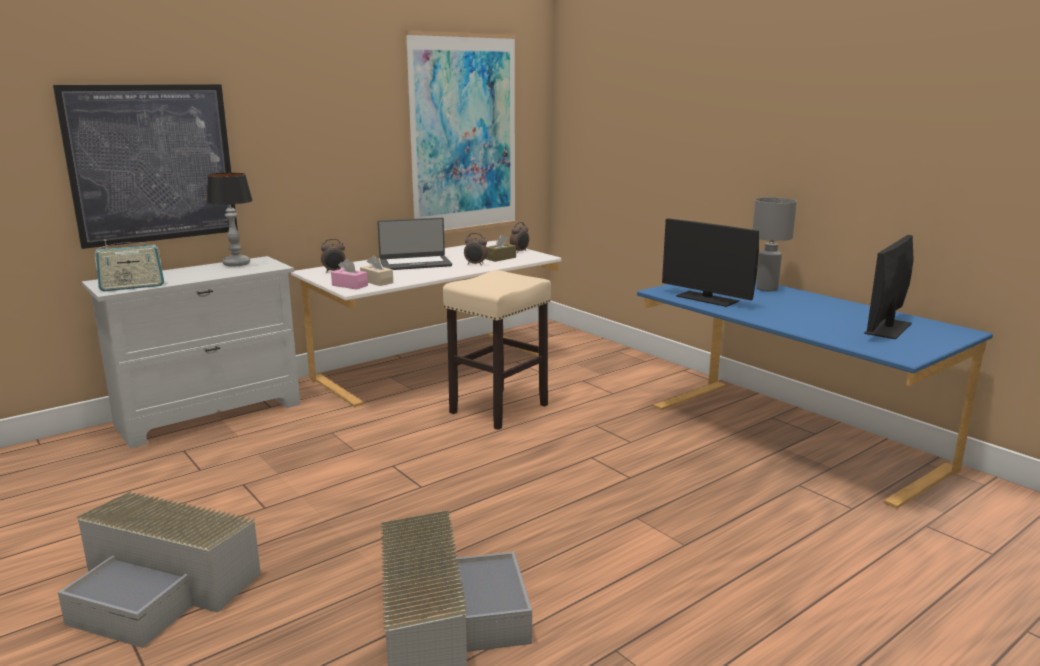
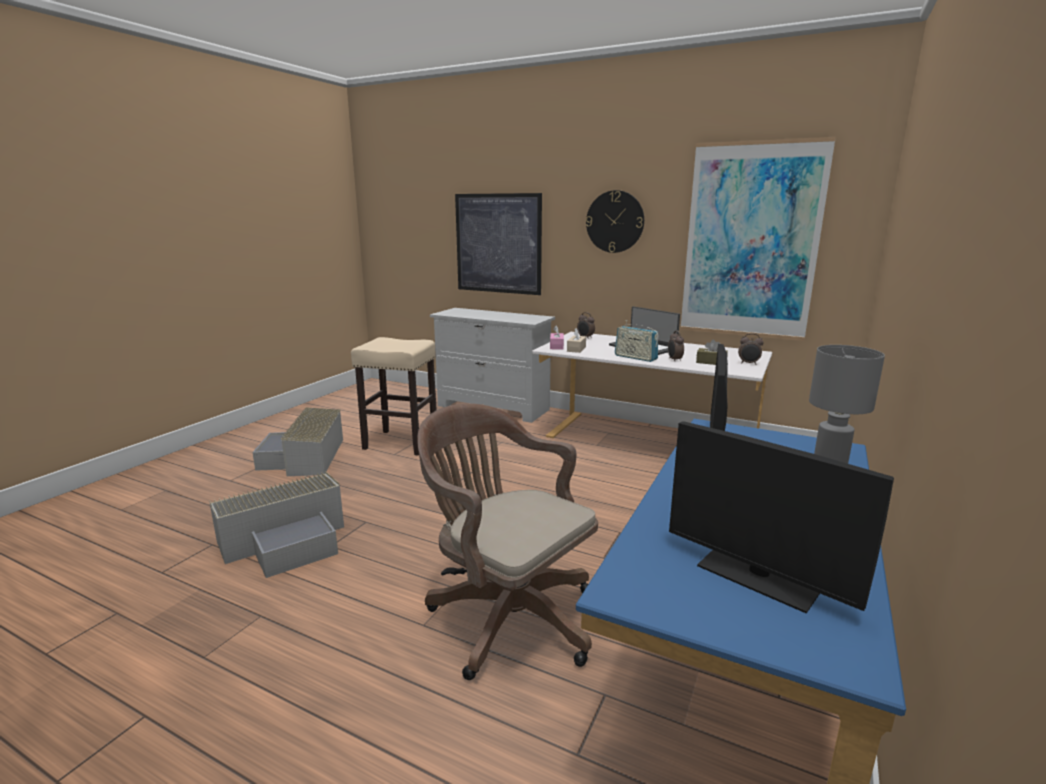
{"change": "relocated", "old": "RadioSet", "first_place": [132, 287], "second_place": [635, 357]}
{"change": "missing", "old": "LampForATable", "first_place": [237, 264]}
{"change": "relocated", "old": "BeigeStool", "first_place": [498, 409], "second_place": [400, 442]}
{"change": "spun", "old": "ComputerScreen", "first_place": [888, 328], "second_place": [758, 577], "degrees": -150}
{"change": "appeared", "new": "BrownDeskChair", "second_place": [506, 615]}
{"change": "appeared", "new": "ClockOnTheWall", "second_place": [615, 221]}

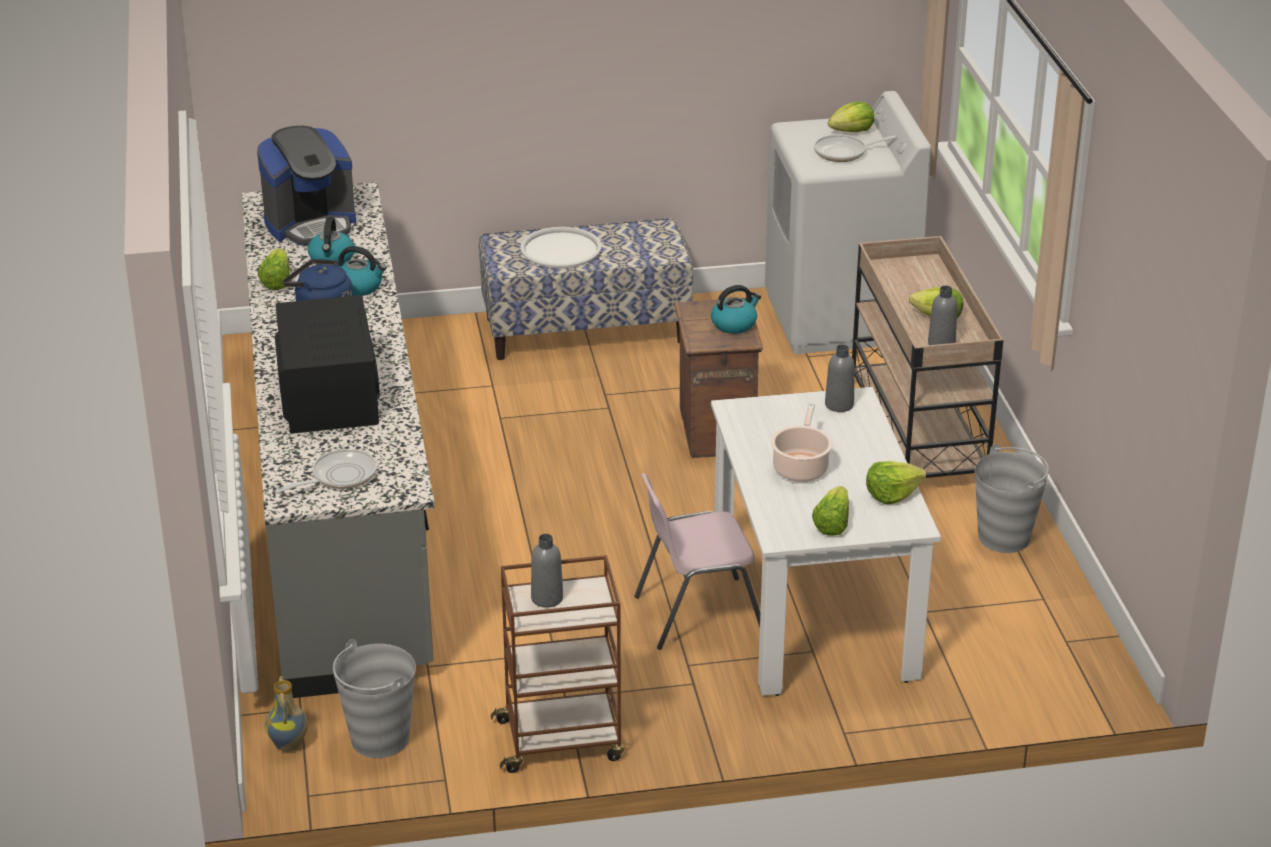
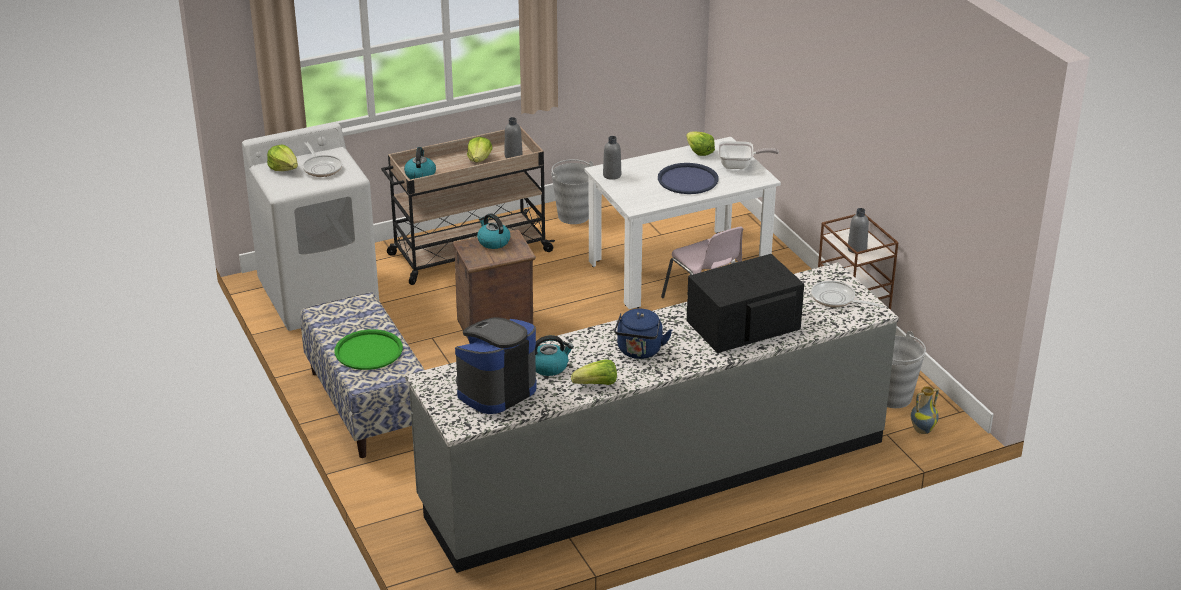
{"change": "spun", "old": "CoffeeMachine", "first_place": [311, 224], "second_place": [495, 390], "degrees": -90}
{"change": "relocated", "old": "TeaKettle", "first_place": [360, 287], "second_place": [420, 175]}
{"change": "colour", "old": "WhitishTray", "new": "GreenTray", "first_place": [560, 249], "second_place": [369, 351]}
{"change": "exchanged", "old": "CookingPot", "new": "BluishTray", "first_place": [801, 467], "second_place": [687, 180]}
{"change": "exchanged", "old": "Lettuce", "new": "Skillet", "first_place": [832, 523], "second_place": [739, 165]}

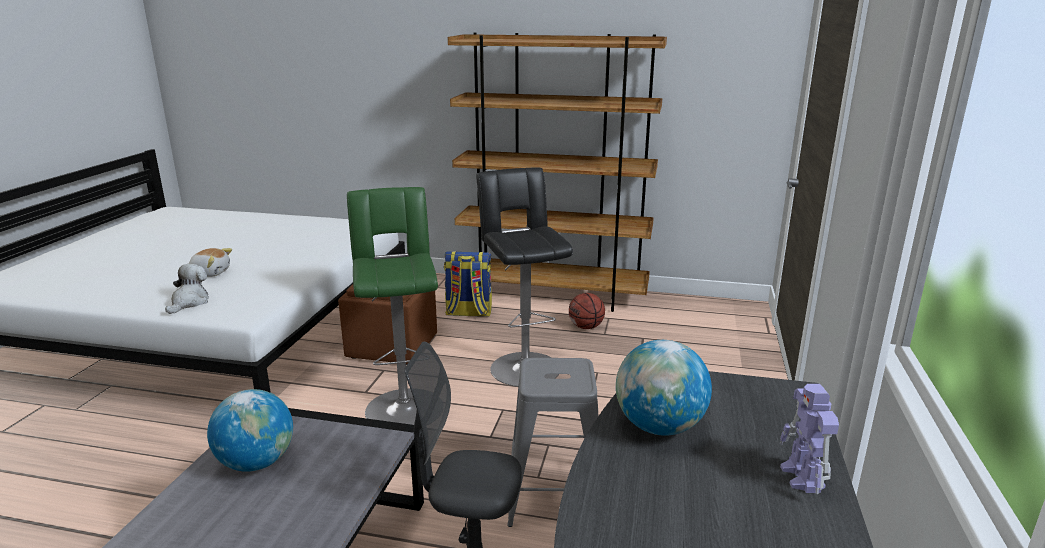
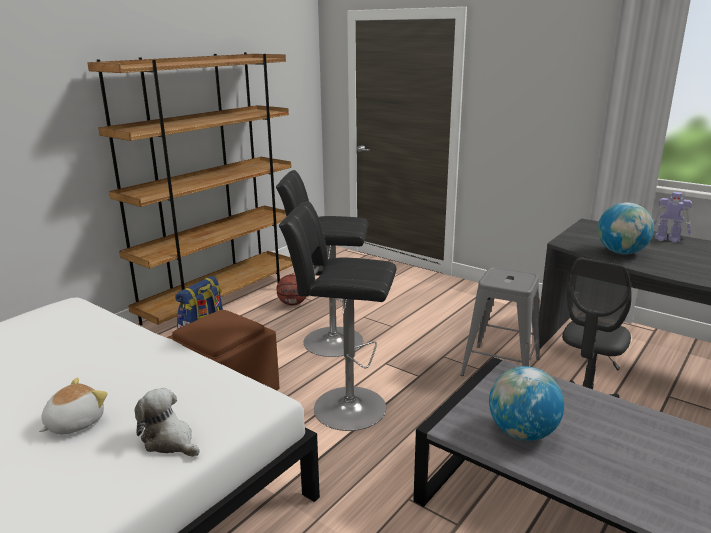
{"change": "colour", "old": "GreenStool", "new": "BlackStool", "first_place": [403, 406], "second_place": [344, 407]}

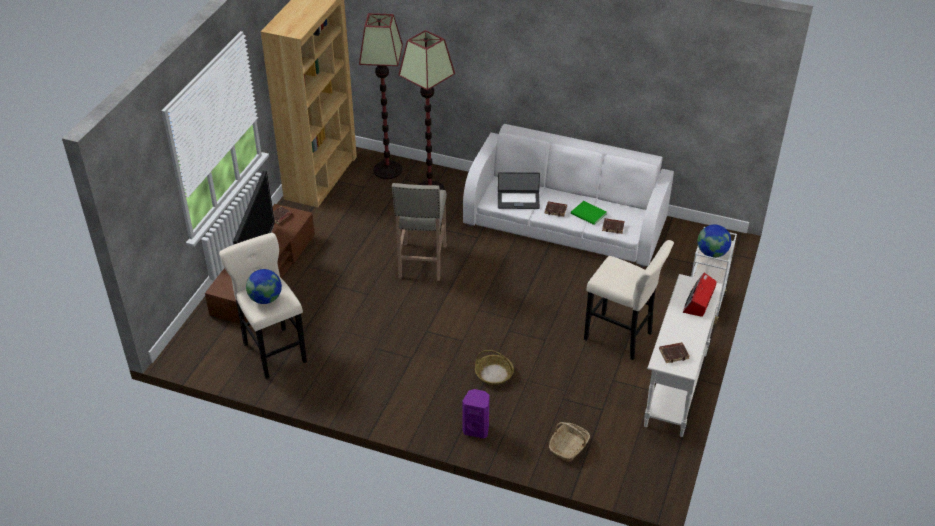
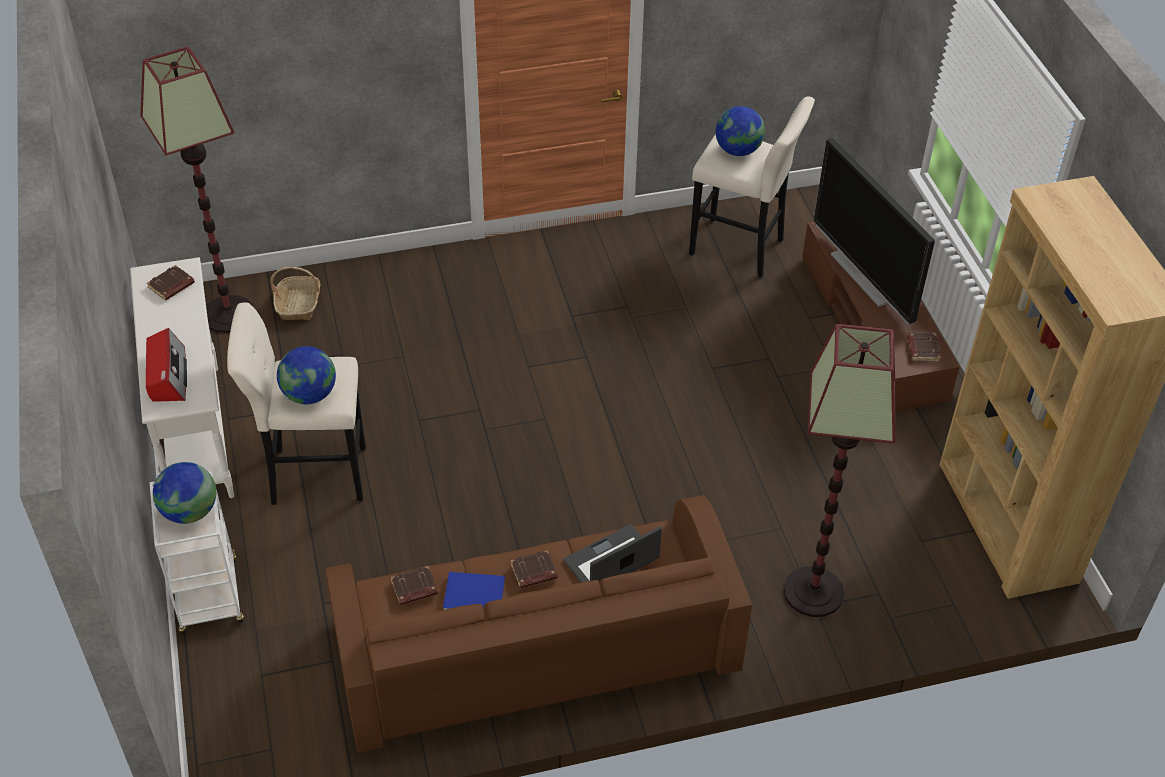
{"change": "relocated", "old": "StandardLamp", "first_place": [388, 170], "second_place": [228, 315]}
{"change": "missing", "old": "BeigeStool", "first_place": [421, 262]}
{"change": "missing", "old": "PurpleColouredLoudspeaker", "first_place": [476, 429]}
{"change": "colour", "old": "WhitishSofa", "new": "BrownSofa", "first_place": [566, 222], "second_place": [534, 649]}
{"change": "missing", "old": "HouseholdBasket", "first_place": [493, 374]}
{"change": "colour", "old": "GreenBook", "new": "BluishBook", "first_place": [588, 214], "second_place": [472, 593]}
{"change": "appeared", "new": "WorldGlobe", "second_place": [309, 395]}

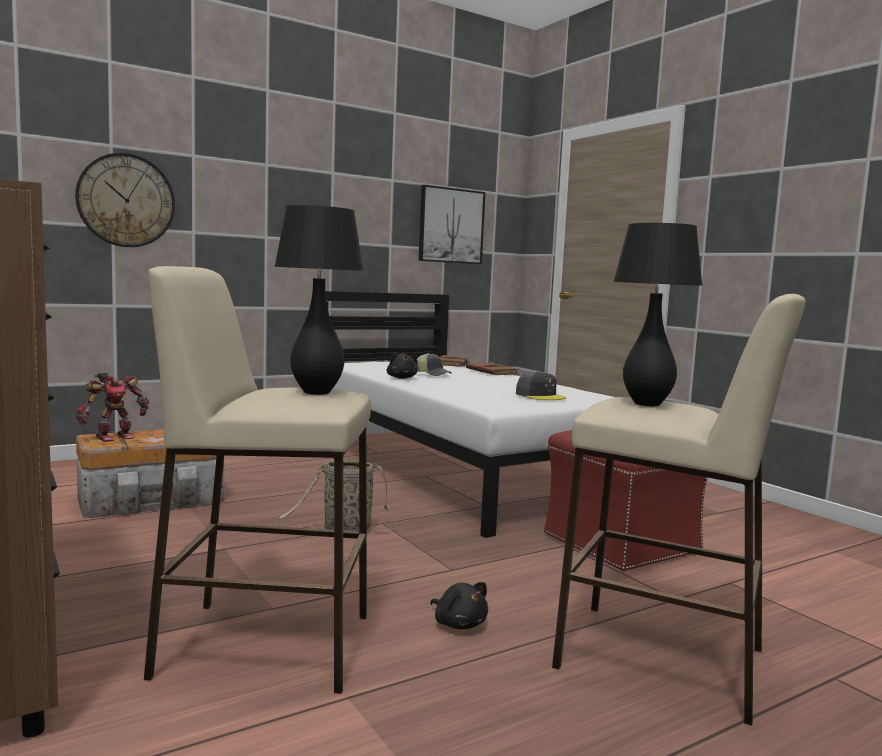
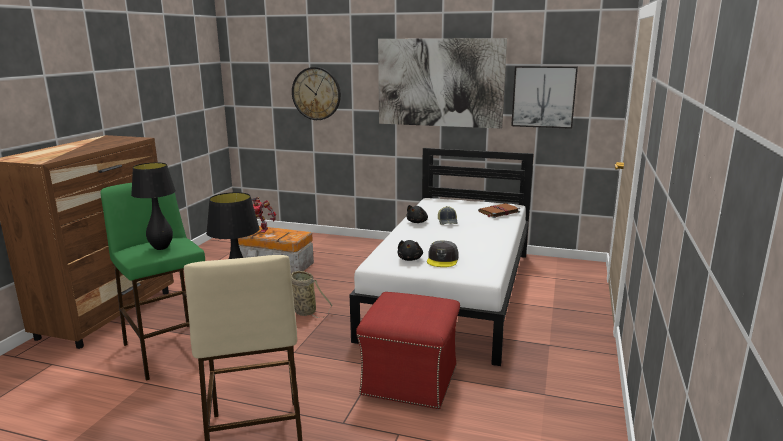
{"change": "colour", "old": "BeigeStool", "new": "GreenStool", "first_place": [264, 644], "second_place": [169, 350]}
{"change": "relocated", "old": "BlackCuddlyToy", "first_place": [459, 624], "second_place": [410, 259]}
{"change": "missing", "old": "BrownBook", "first_place": [493, 371]}
{"change": "appeared", "new": "Picture", "second_place": [440, 82]}

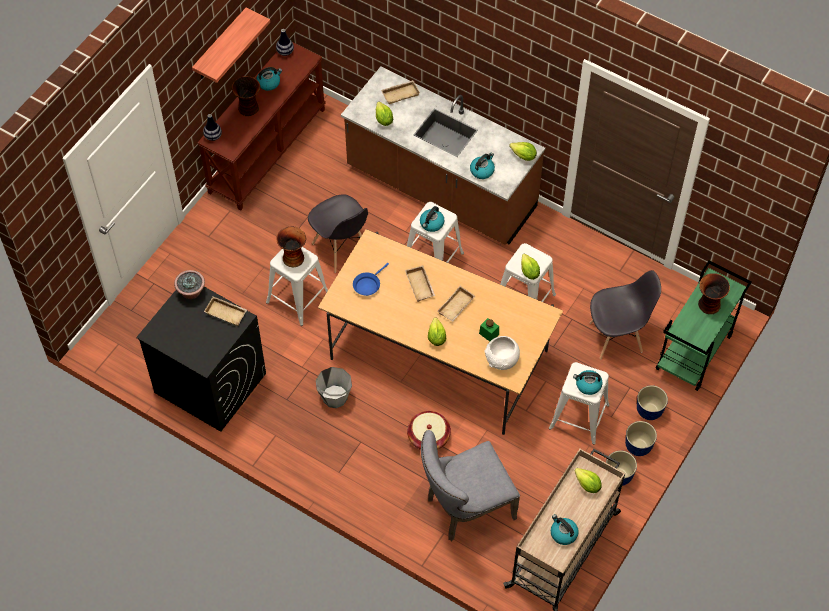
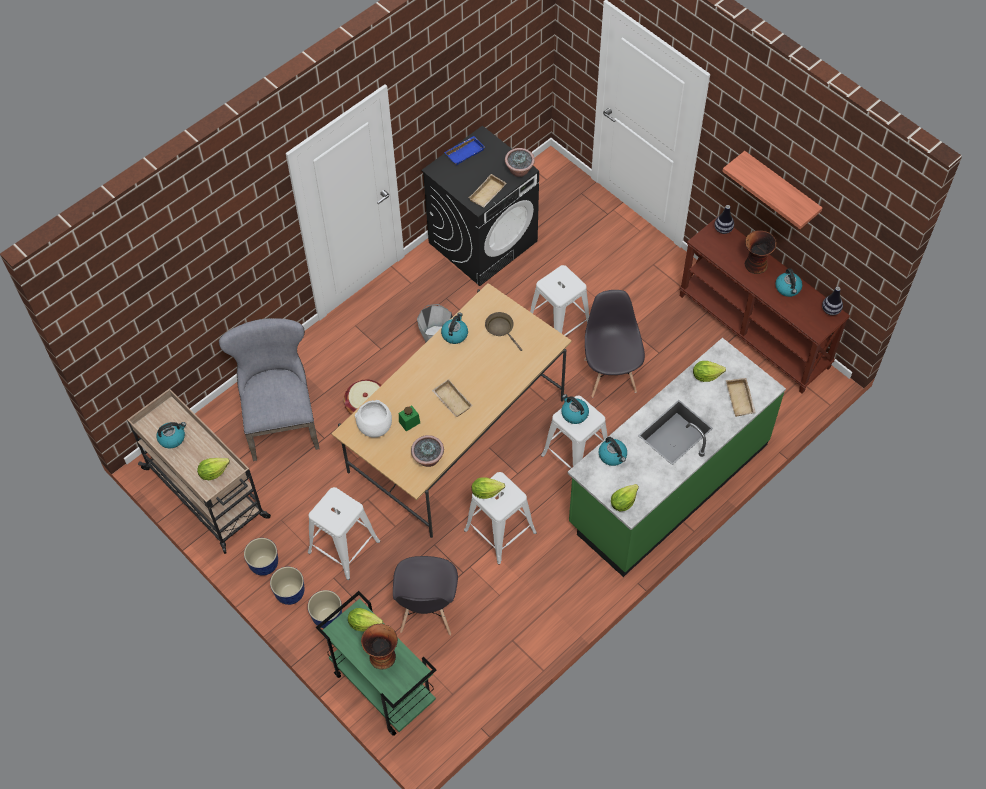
{"change": "missing", "old": "DecorativeVase", "first_place": [293, 257]}
{"change": "spun", "old": "GreyChair", "first_place": [341, 248], "second_place": [610, 374], "degrees": 105}
{"change": "colour", "old": "BrownCounter", "new": "GreenCounter", "first_place": [441, 189], "second_place": [668, 484]}
{"change": "colour", "old": "BluishSkillet", "new": "BrownSkillet", "first_place": [368, 285], "second_place": [501, 329]}
{"change": "missing", "old": "BeigeTray", "first_place": [421, 285]}
{"change": "relocated", "old": "Lettuce", "first_place": [436, 337], "second_place": [364, 623]}
{"change": "relocated", "old": "TeaKettle", "first_place": [588, 385], "second_place": [454, 334]}
{"change": "appeared", "new": "PlantInAPot", "second_place": [428, 459]}
{"change": "appeared", "new": "BluishTray", "second_place": [464, 152]}

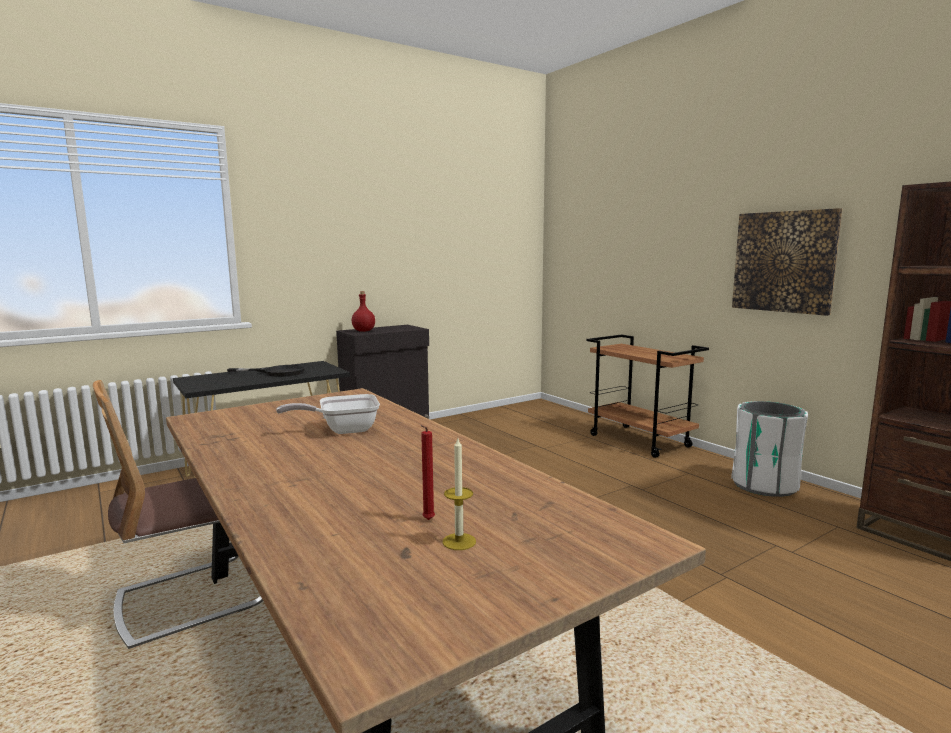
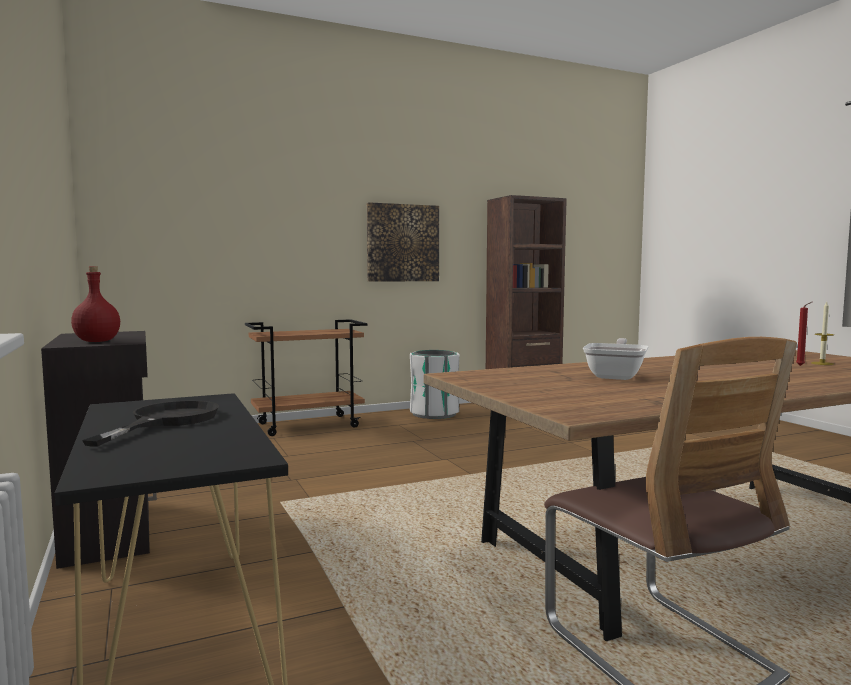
{"change": "spun", "old": "Skillet", "first_place": [342, 430], "second_place": [616, 376], "degrees": -150}

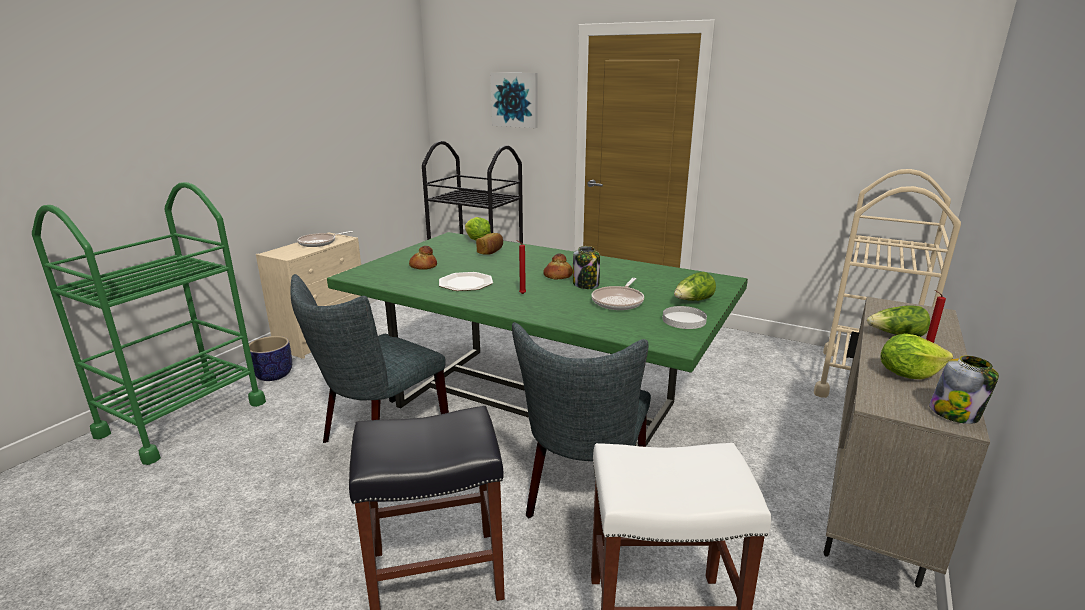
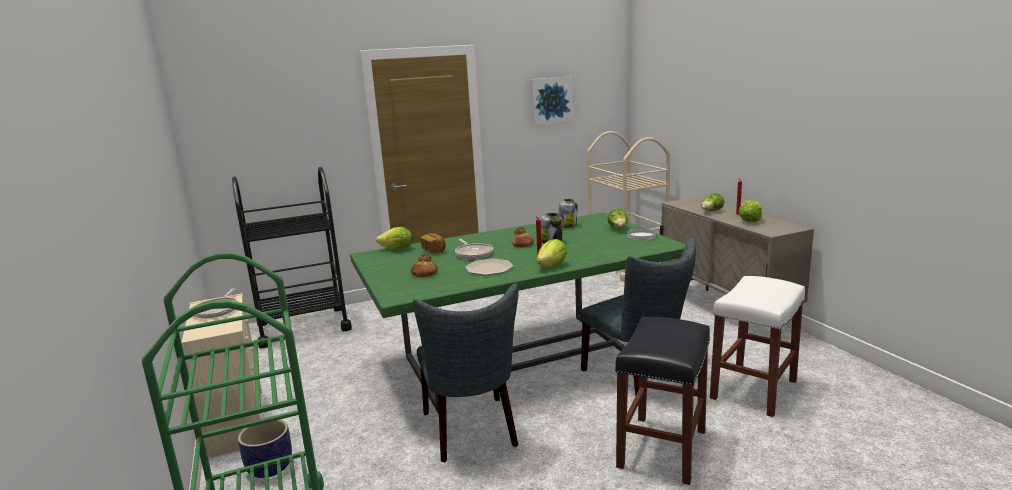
{"change": "relocated", "old": "Picture", "first_place": [515, 100], "second_place": [551, 100]}
{"change": "relocated", "old": "Skillet", "first_place": [619, 301], "second_place": [473, 253]}
{"change": "relocated", "old": "Jar", "first_place": [955, 413], "second_place": [567, 226]}
{"change": "appeared", "new": "Lettuce", "second_place": [552, 266]}

